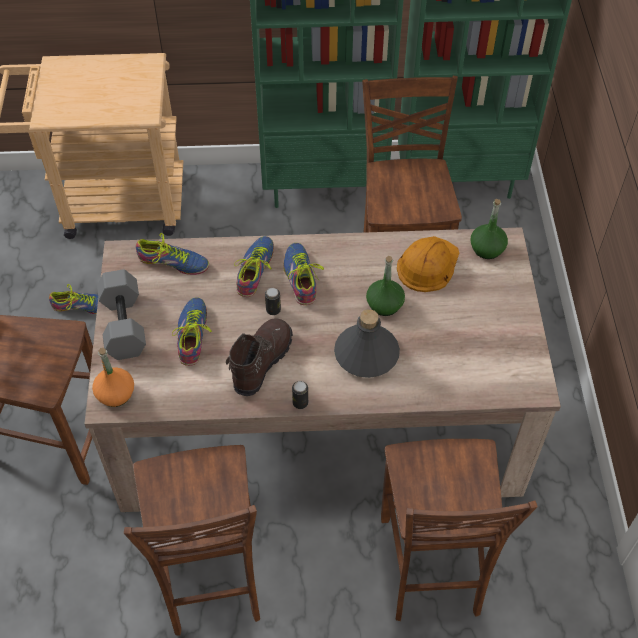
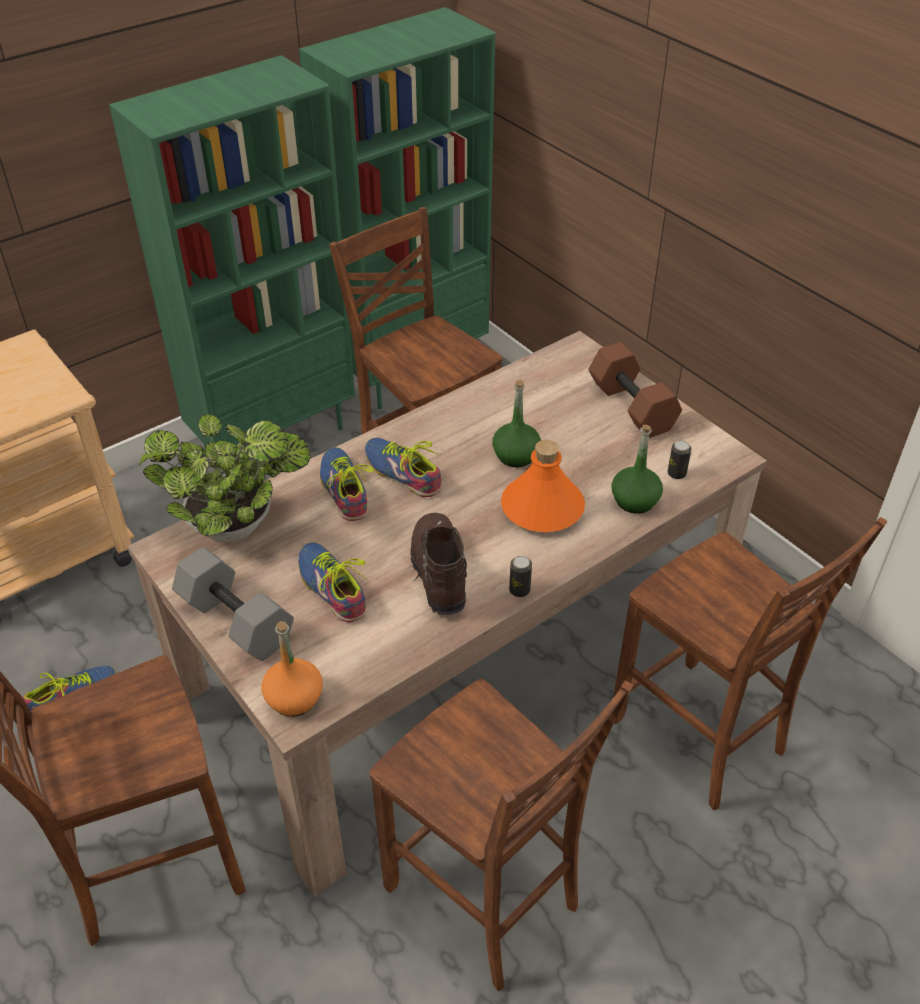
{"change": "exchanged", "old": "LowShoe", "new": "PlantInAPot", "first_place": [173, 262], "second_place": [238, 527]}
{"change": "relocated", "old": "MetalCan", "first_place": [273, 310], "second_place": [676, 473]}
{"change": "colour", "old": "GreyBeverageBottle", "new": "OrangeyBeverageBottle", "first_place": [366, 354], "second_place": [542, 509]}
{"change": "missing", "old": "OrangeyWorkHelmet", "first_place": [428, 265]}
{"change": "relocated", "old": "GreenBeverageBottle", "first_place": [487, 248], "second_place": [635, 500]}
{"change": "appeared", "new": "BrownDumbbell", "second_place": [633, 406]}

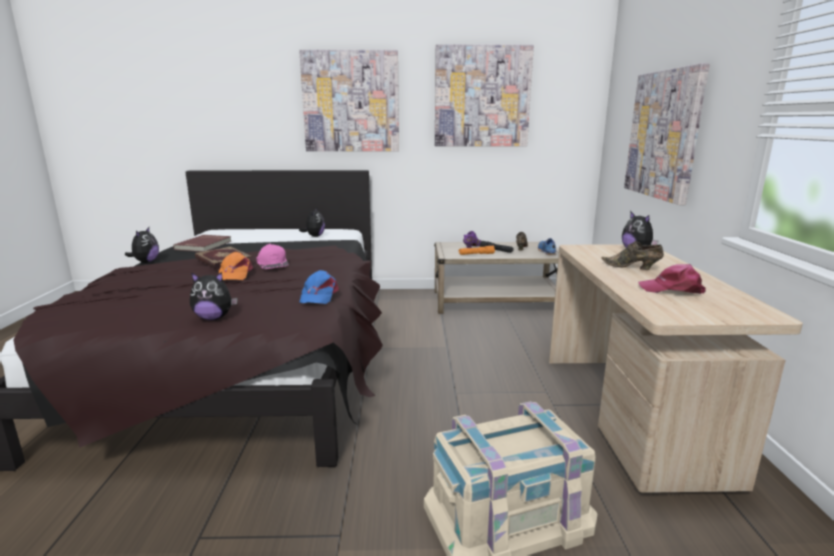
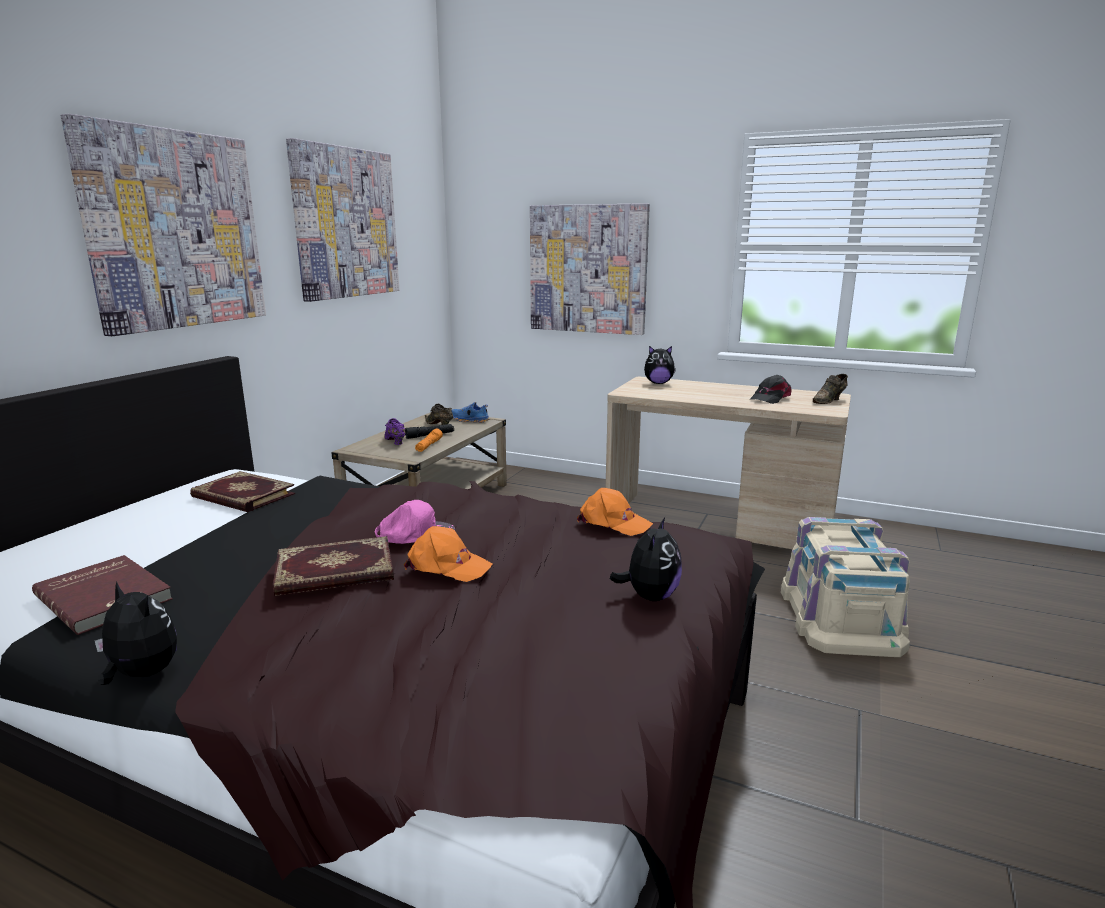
{"change": "exchanged", "old": "CuddlyToy", "new": "Book", "first_place": [314, 236], "second_place": [242, 496]}
{"change": "colour", "old": "BluishBaseballCap", "new": "OrangeyBaseballCap", "first_place": [318, 296], "second_place": [613, 523]}
{"change": "relocated", "old": "BrownLowShoe", "first_place": [632, 268], "second_place": [829, 401]}
{"change": "colour", "old": "PinkColouredBaseballCap", "new": "BlackBaseballCap", "first_place": [672, 289], "second_place": [770, 398]}

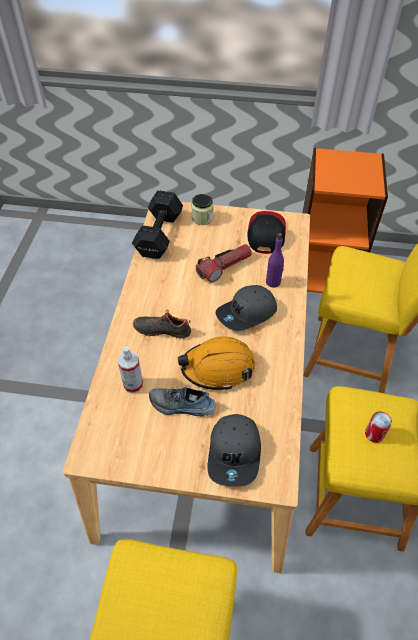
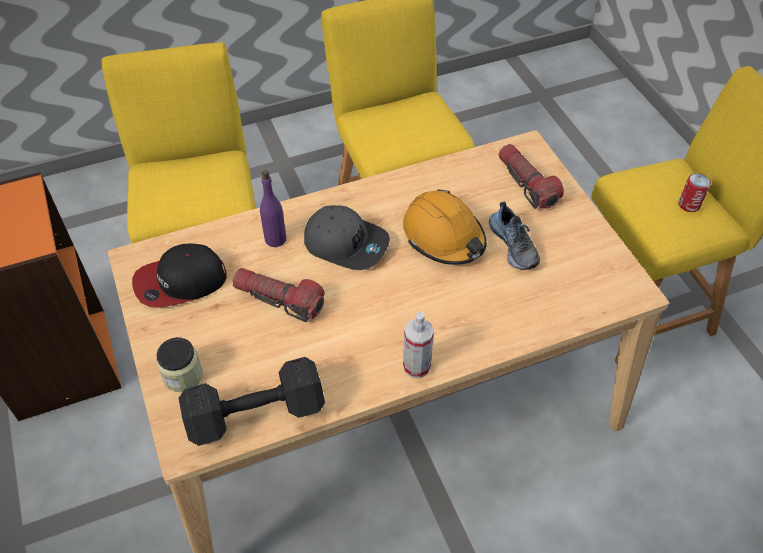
{"change": "relocated", "old": "Sprayer", "first_place": [133, 385], "second_place": [416, 366]}
{"change": "missing", "old": "BlackLowShoe", "first_place": [162, 329]}
{"change": "exchanged", "old": "GreyBaseballCap", "new": "HandTorch", "first_place": [235, 453], "second_place": [526, 184]}
{"change": "relocated", "old": "MetalCan", "first_place": [374, 434], "second_place": [689, 204]}

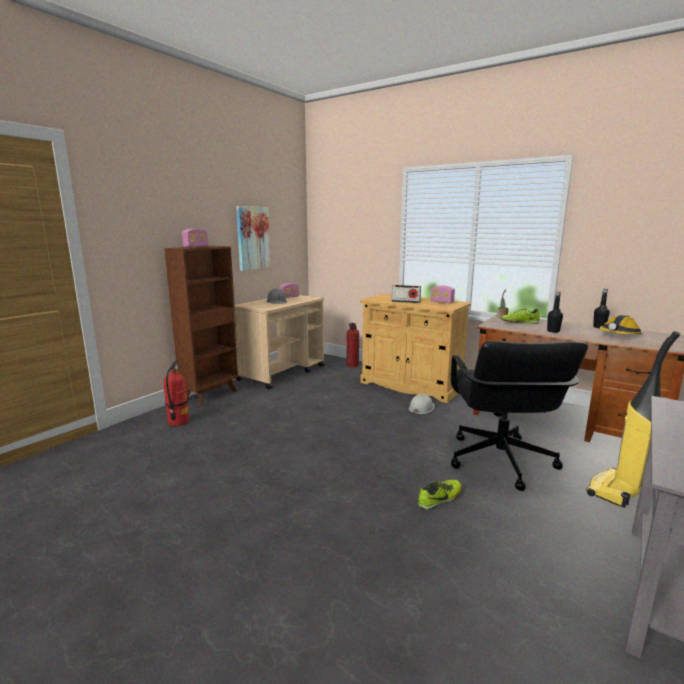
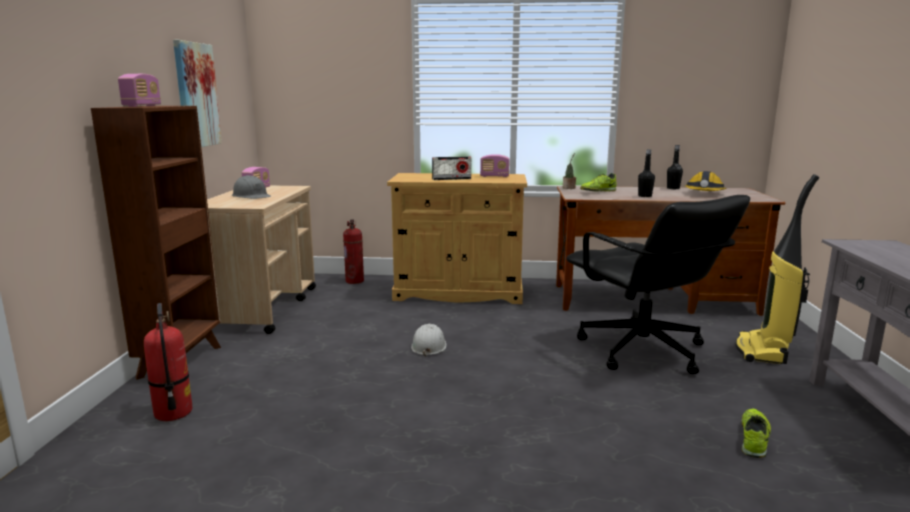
{"change": "relocated", "old": "WhitishWorkHelmet", "first_place": [421, 408], "second_place": [428, 346]}
{"change": "relocated", "old": "LowShoe", "first_place": [440, 499], "second_place": [754, 438]}

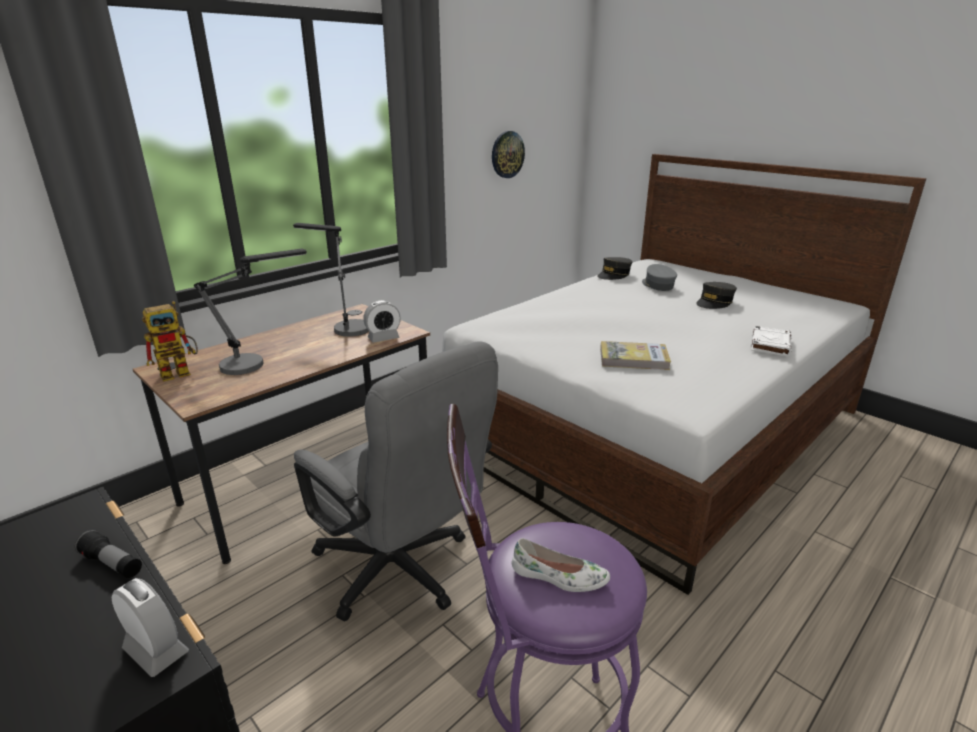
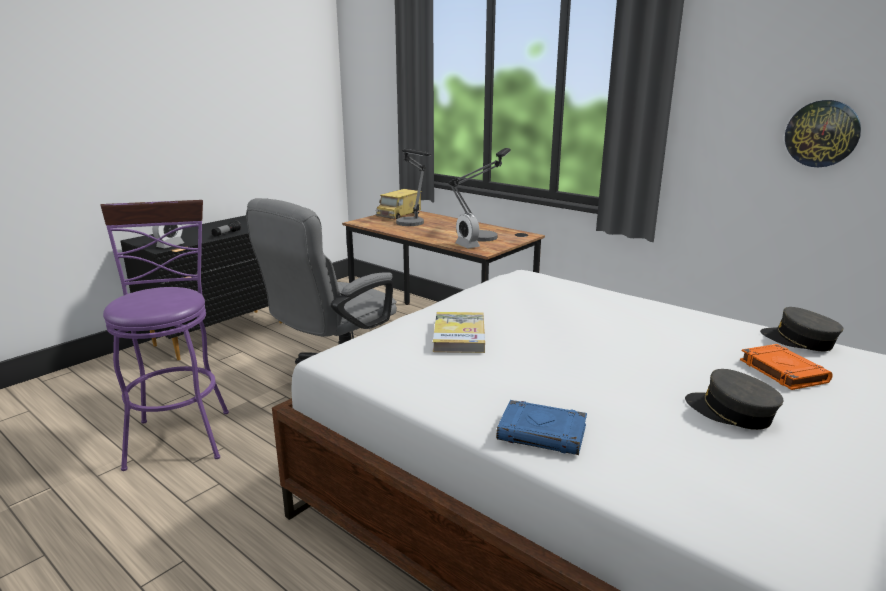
{"change": "exchanged", "old": "RobotFigure", "new": "ToyLorry", "first_place": [181, 372], "second_place": [399, 214]}
{"change": "missing", "old": "WhitishLowShoe", "first_place": [559, 577]}
{"change": "exchanged", "old": "GreyBaseballCap", "new": "OrangeyBook", "first_place": [657, 285], "second_place": [782, 371]}
{"change": "colour", "old": "WhitishBook", "new": "BluishBook", "first_place": [770, 344], "second_place": [543, 433]}

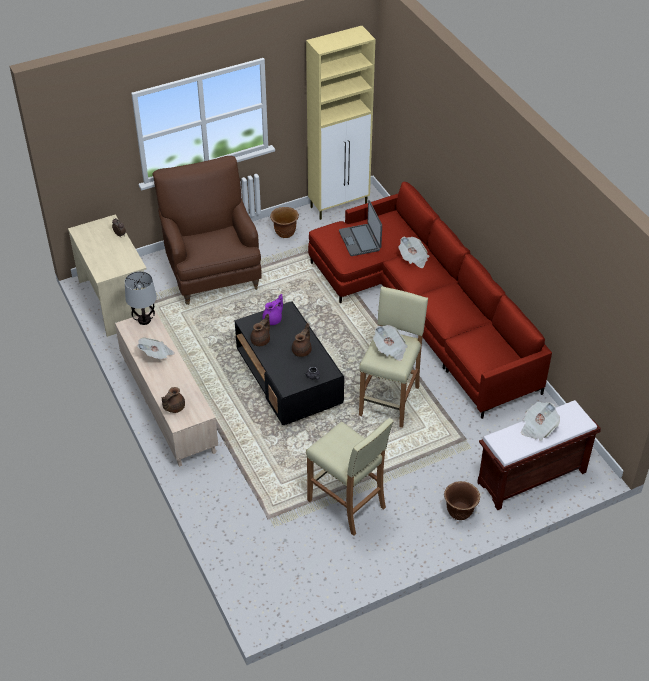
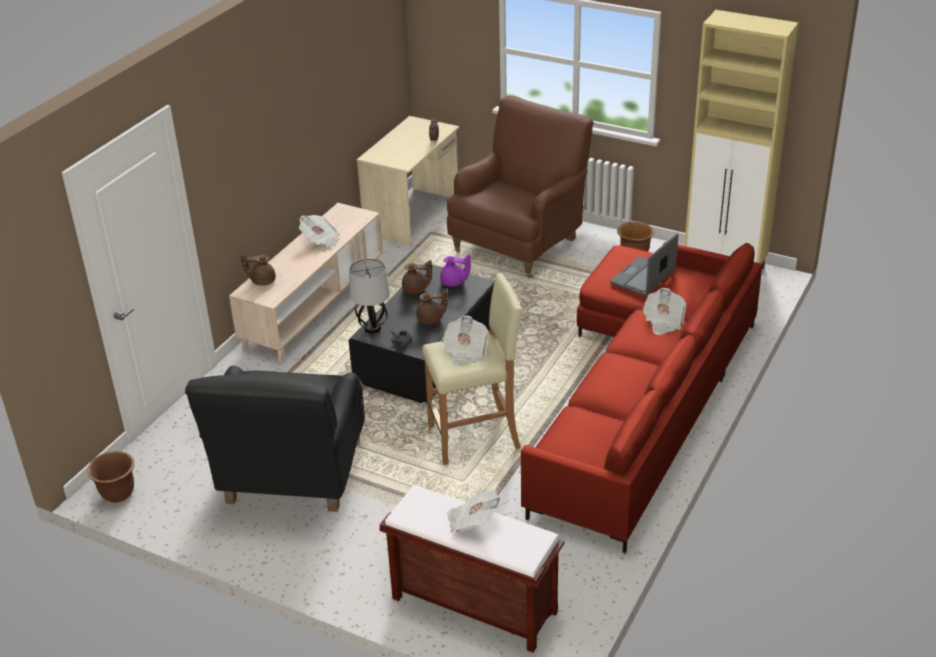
{"change": "relocated", "old": "LampForATable", "first_place": [144, 320], "second_place": [373, 328]}
{"change": "exchanged", "old": "BeigeStool", "new": "BlackArmchair", "first_place": [347, 504], "second_place": [293, 478]}
{"change": "relocated", "old": "BrownFlowerPot", "first_place": [459, 512], "second_place": [118, 494]}

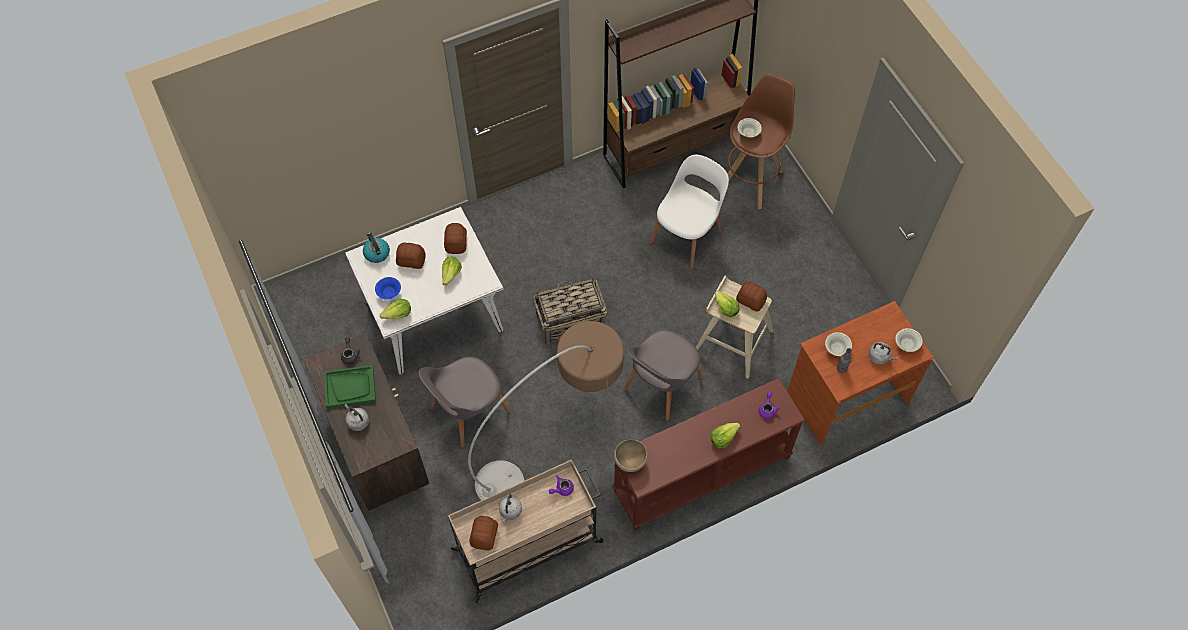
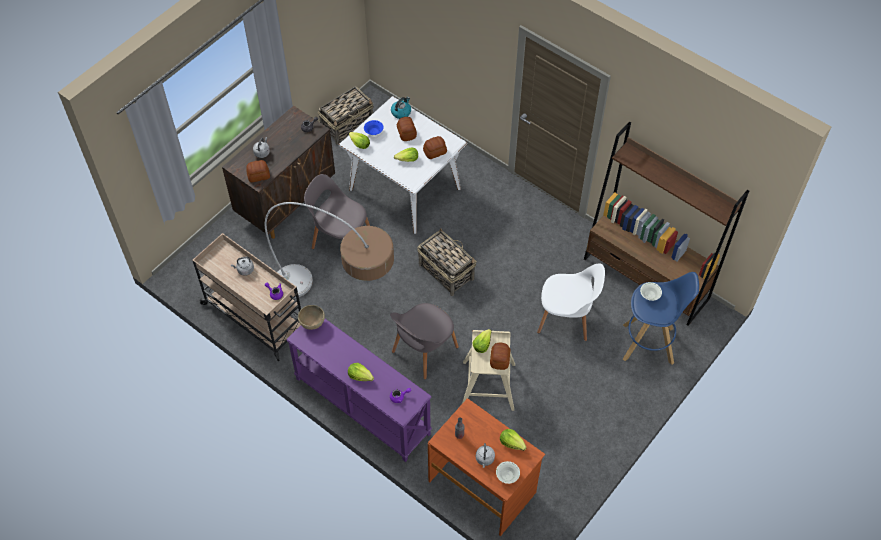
{"change": "missing", "old": "GreenTray", "first_place": [350, 387]}
{"change": "relocated", "old": "BakedBread", "first_place": [484, 536], "second_place": [258, 175]}
{"change": "colour", "old": "BrownNarrowTable", "new": "PurpleColouredNarrowTable", "first_place": [702, 475], "second_place": [361, 406]}
{"change": "spun", "old": "GreyChair", "first_place": [661, 385], "second_place": [423, 351], "degrees": -60}
{"change": "colour", "old": "BrownStool", "new": "BluishStool", "first_place": [751, 179], "second_place": [649, 344]}
{"change": "missing", "old": "WhitishDeepDish", "first_place": [836, 348]}
{"change": "appeared", "new": "HouseholdBasket", "second_place": [347, 125]}
{"change": "appeared", "new": "Lettuce", "second_place": [512, 443]}

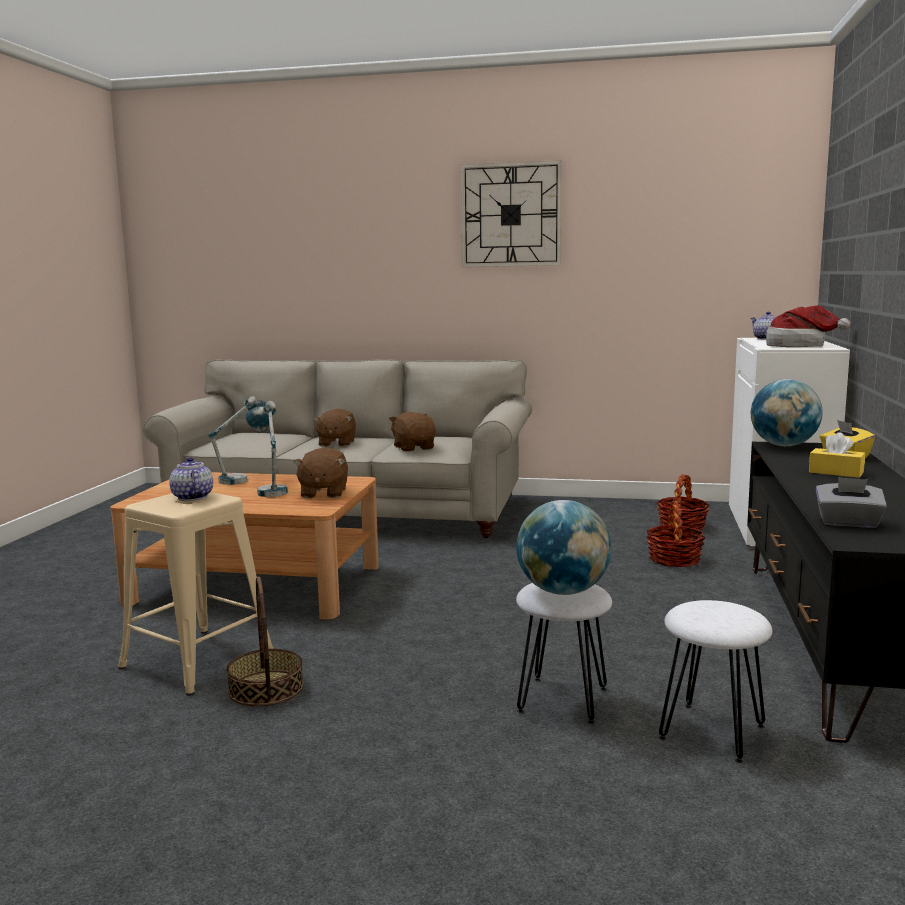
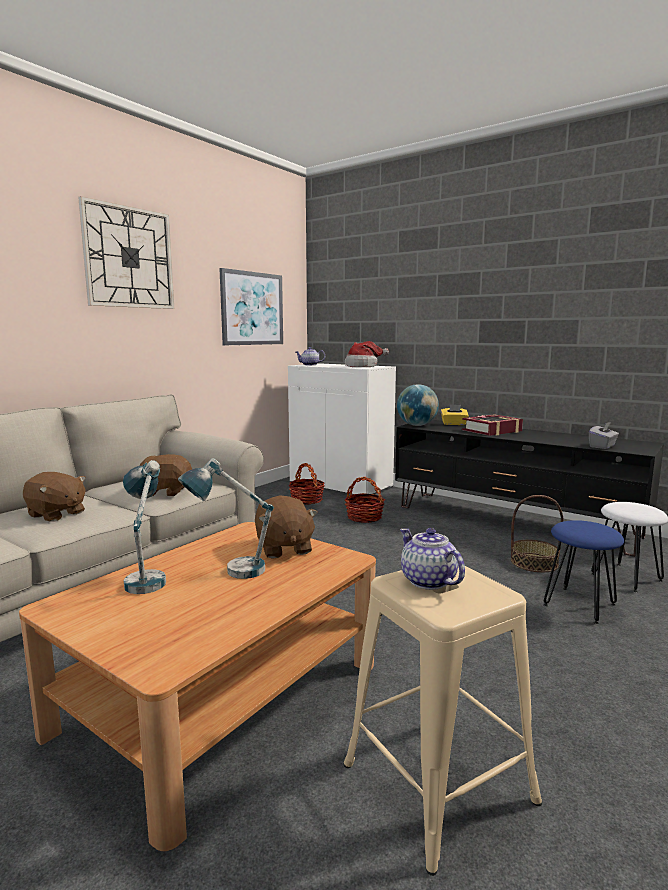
{"change": "spun", "old": "Teapot", "first_place": [191, 497], "second_place": [427, 581], "degrees": 60}
{"change": "relocated", "old": "HouseholdBasket", "first_place": [266, 688], "second_place": [534, 562]}
{"change": "spun", "old": "BrownCuddlyToy", "first_place": [323, 493], "second_place": [283, 548], "degrees": 45}
{"change": "missing", "old": "WorldGlobe", "first_place": [563, 592]}
{"change": "colour", "old": "WhitishStool", "new": "BluishStool", "first_place": [562, 700], "second_place": [580, 605]}
{"change": "exchanged", "old": "YellowColouredTissueHolder", "new": "Book", "first_place": [836, 472], "second_place": [492, 431]}
{"change": "appeared", "new": "Picture", "second_place": [252, 308]}

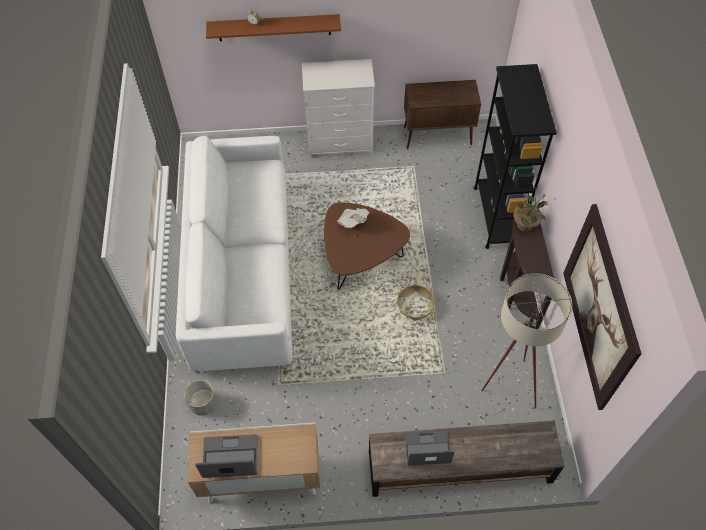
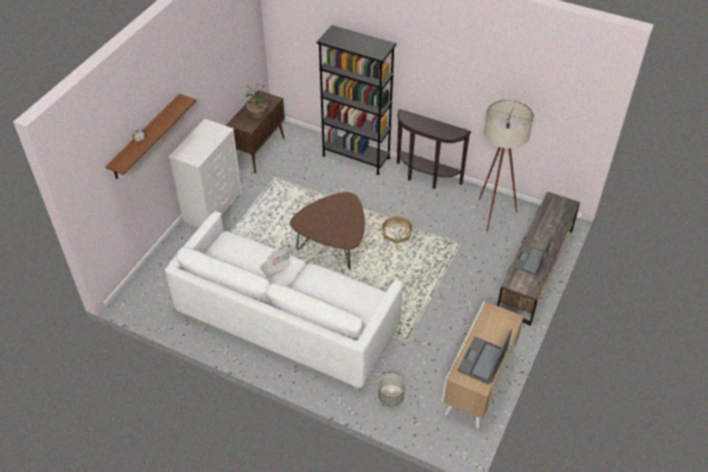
{"change": "relocated", "old": "Newspaper", "first_place": [352, 221], "second_place": [275, 268]}
{"change": "relocated", "old": "PlantInAPot", "first_place": [525, 224], "second_place": [258, 114]}
{"change": "missing", "old": "Picture", "first_place": [599, 308]}

